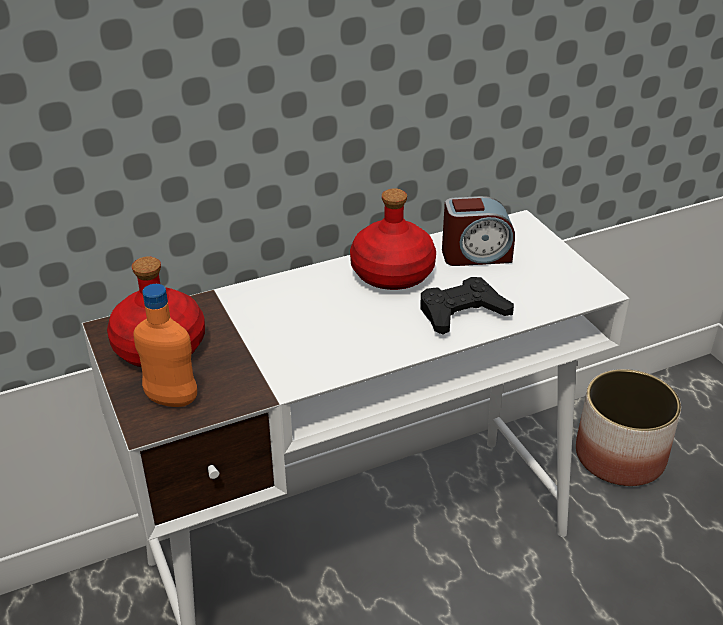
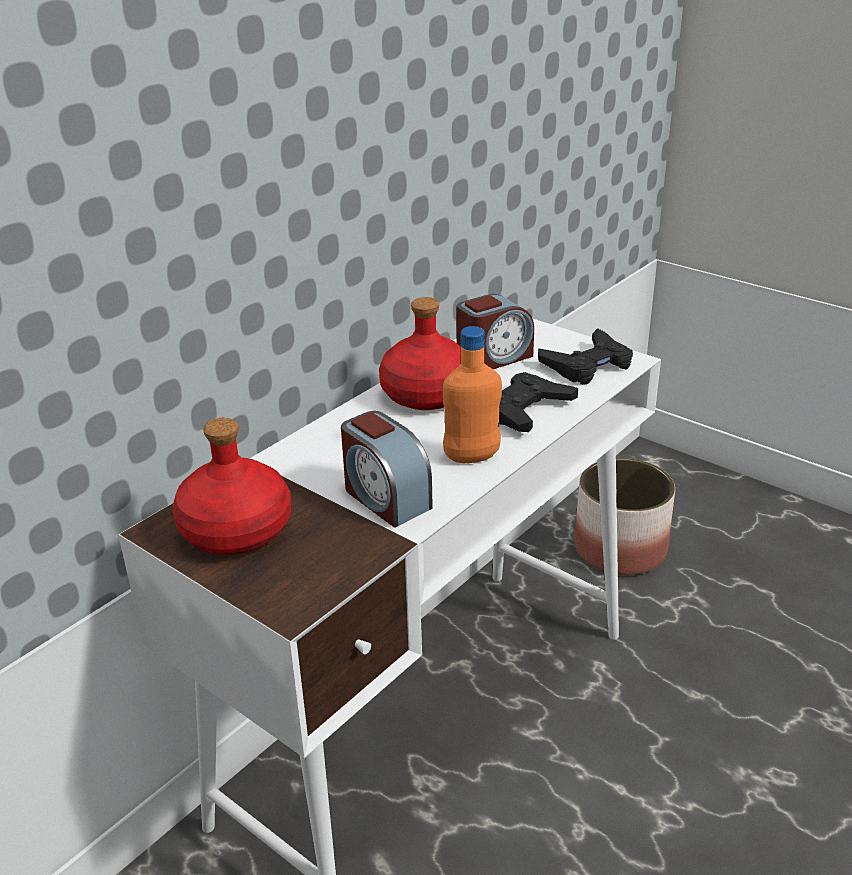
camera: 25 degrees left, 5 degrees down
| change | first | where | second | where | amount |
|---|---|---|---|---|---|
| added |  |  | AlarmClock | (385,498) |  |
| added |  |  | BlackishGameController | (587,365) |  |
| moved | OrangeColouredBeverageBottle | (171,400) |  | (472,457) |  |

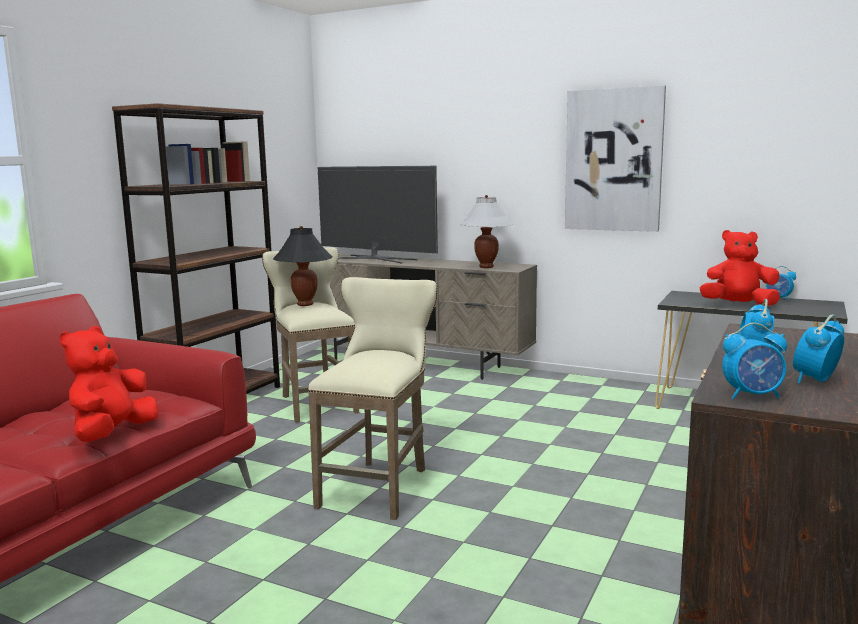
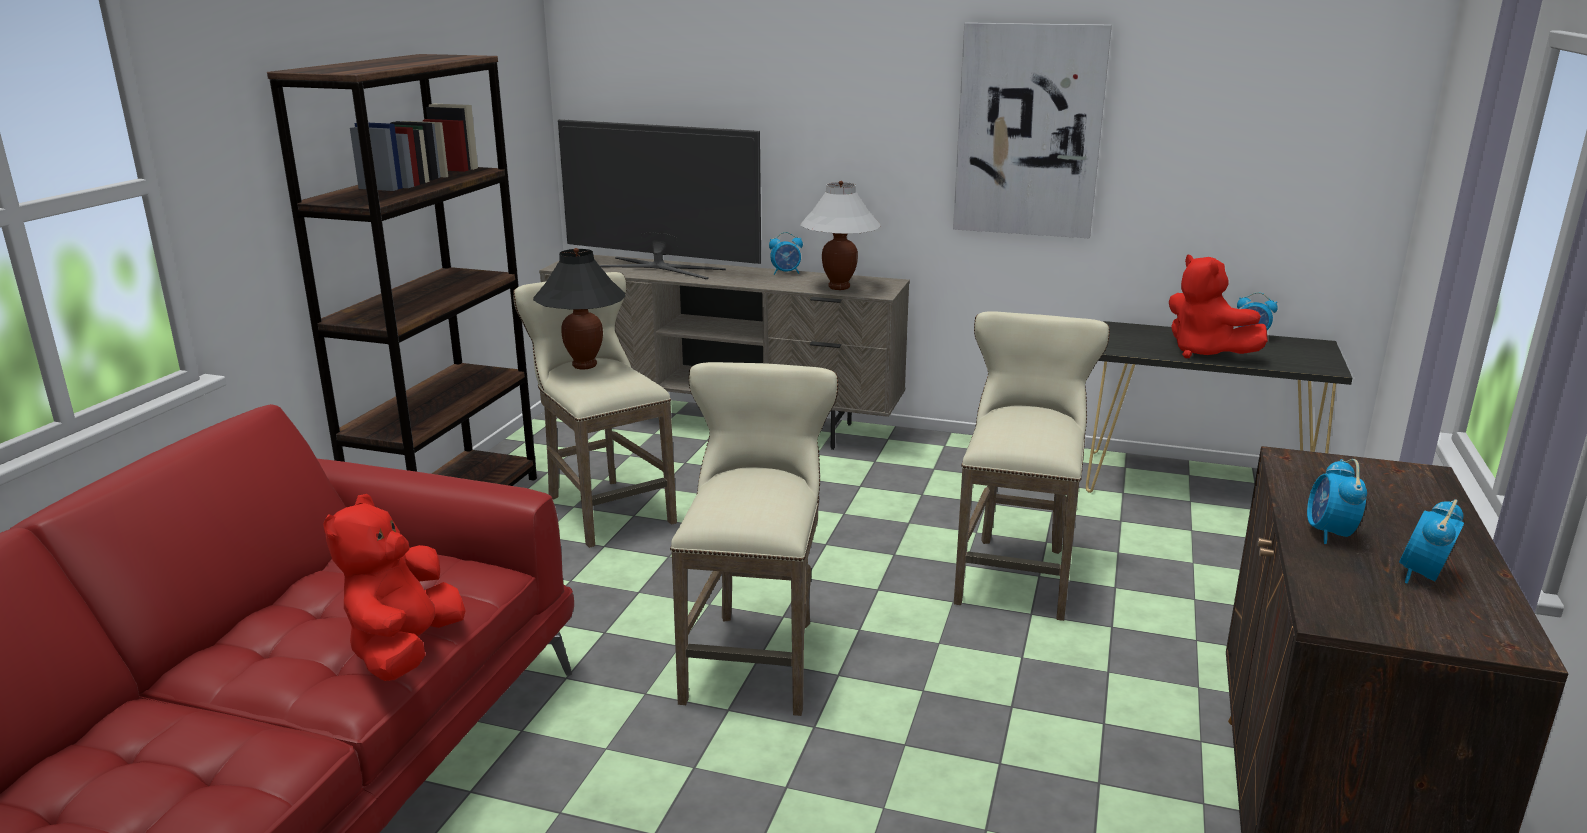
camera: 10 degrees left, 10 degrees up
| change | first | where | second | where | amount |
|---|---|---|---|---|---|
| added |  |  | SandColouredSittingStool | (1017,572) |  |
| moved | AlarmClock | (753,396) |  | (786,273) |  |
| turned | ReddishCuddlyToy | (738,305) |  | (1205,353) | 120 degrees counterclockwise |

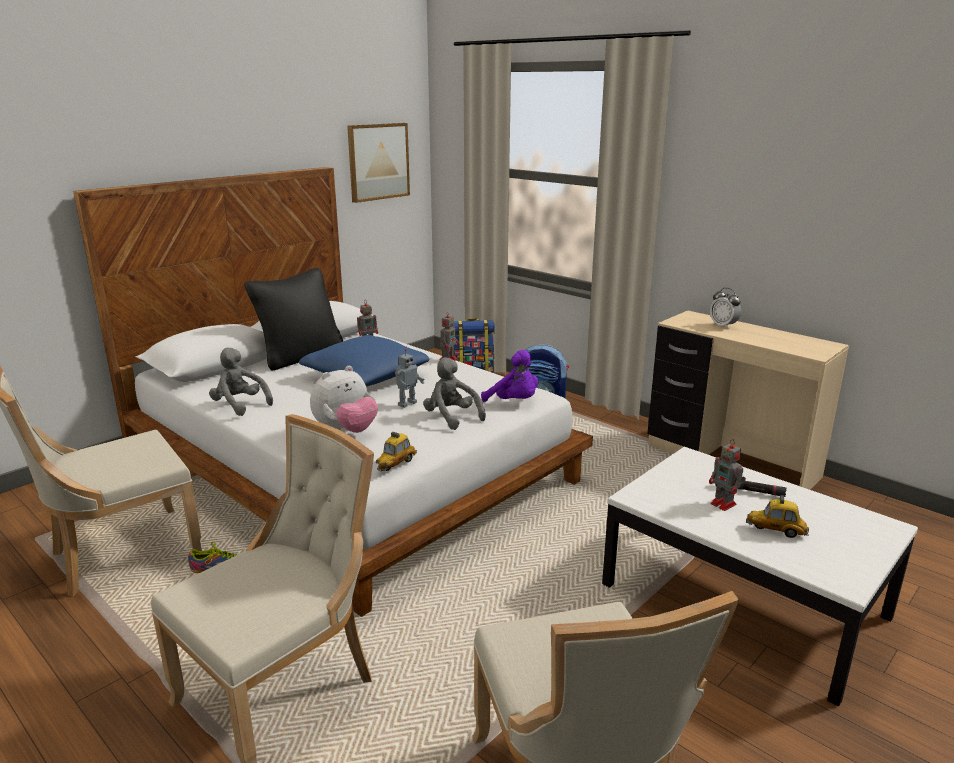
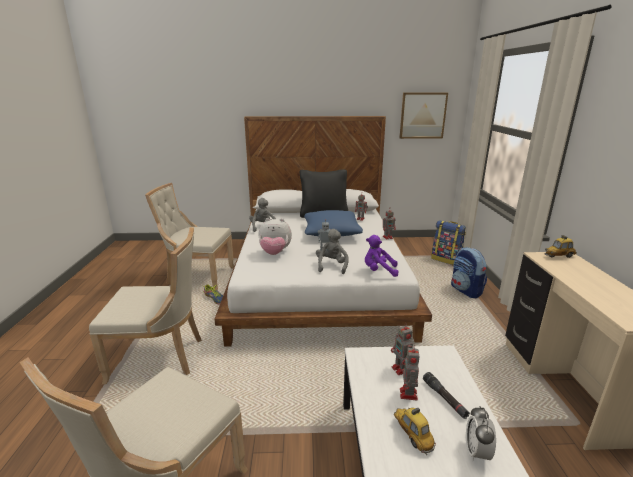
camera: 45 degrees right, 0 degrees up
| change | first | where | second | where | amount |
|---|---|---|---|---|---|
| added |  |  | ToyRobot | (401,369) |  |
| moved | ModelCar | (396,464) |  | (559,256) |  |
| moved | AlarmClock | (723,326) |  | (476,452) |  |
| turned | PurpleCuddlyToy | (514,402) |  | (378,271) | 105 degrees clockwise |

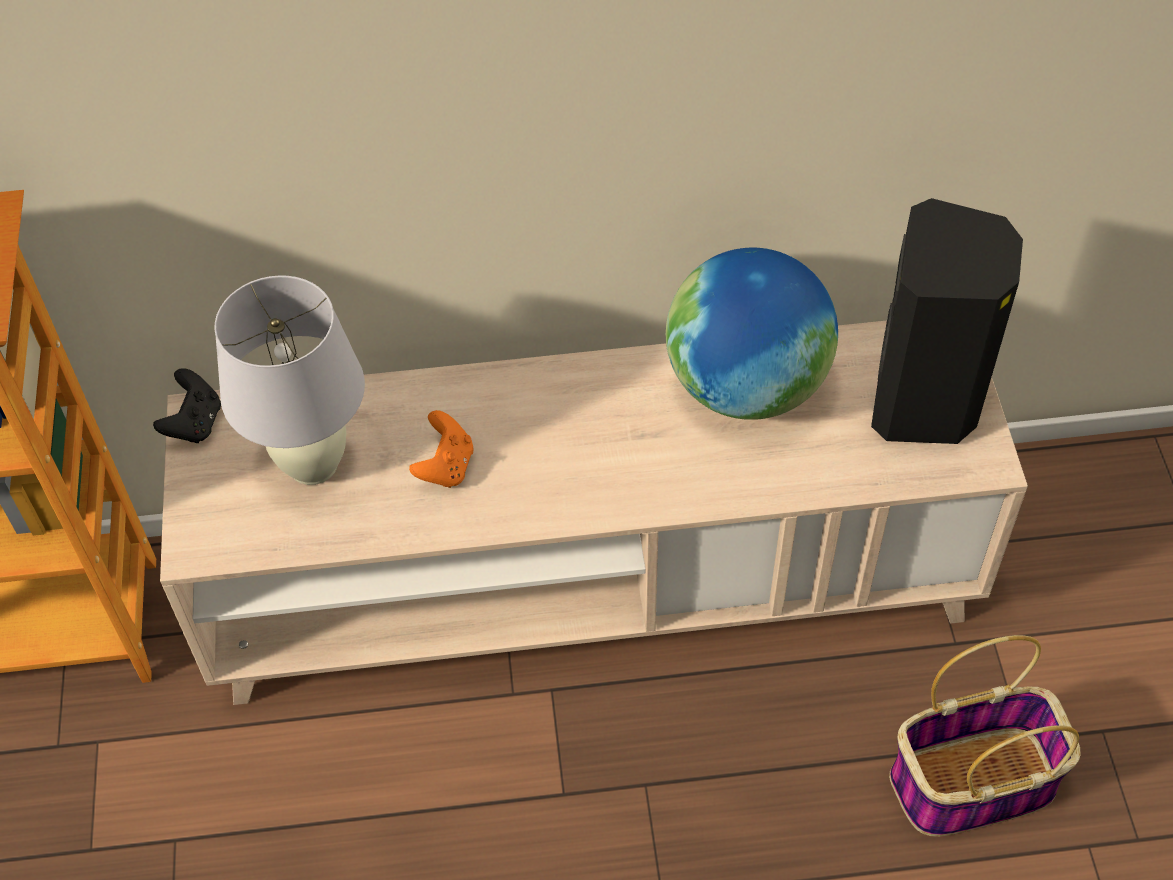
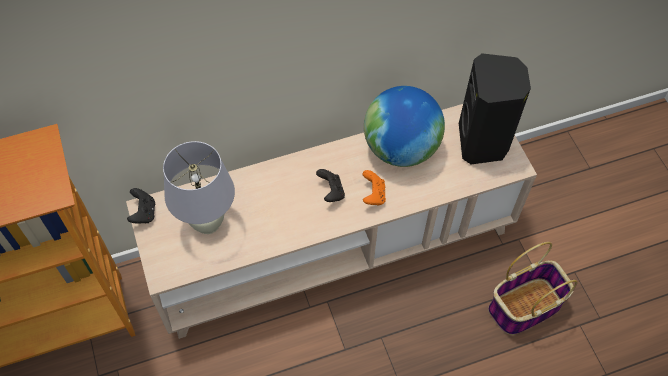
camera: 15 degrees left, 5 degrees up
| change | first | where | second | where | amount |
|---|---|---|---|---|---|
| added |  |  | BlackishGameController | (331,192) |  |
| moved | OrangeColouredGameController | (446,467) |  | (373,195) |  |

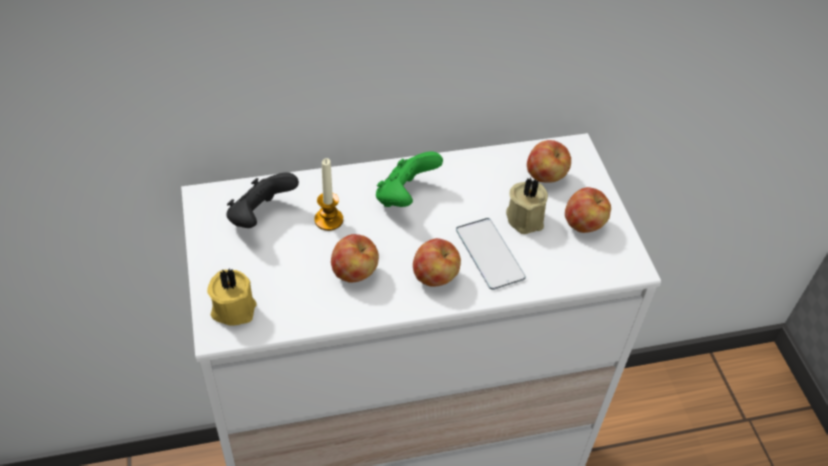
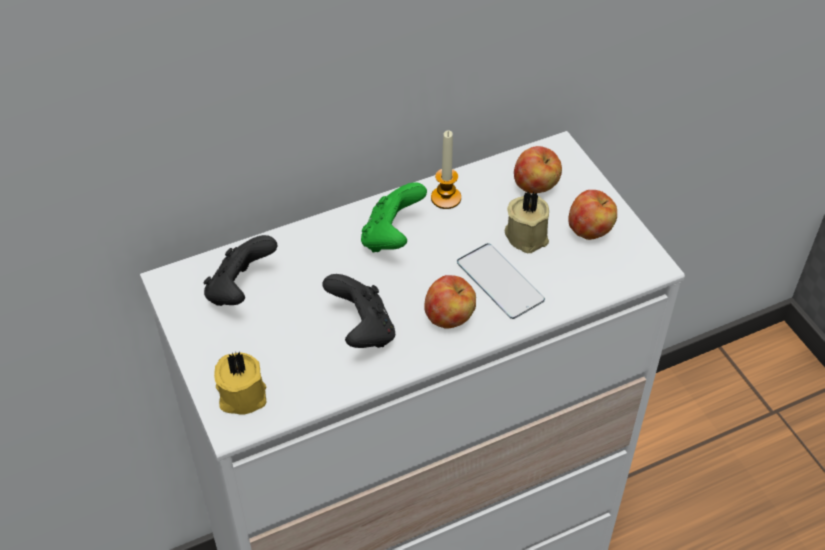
camera: 10 degrees left, 0 degrees up
| change | first | where | second | where | amount |
|---|---|---|---|---|---|
| moved | Candle | (329,220) |  | (446,198) |  |
| replaced | AppleFruit | (355,273) | BlackishGameController | (362,330) |  |

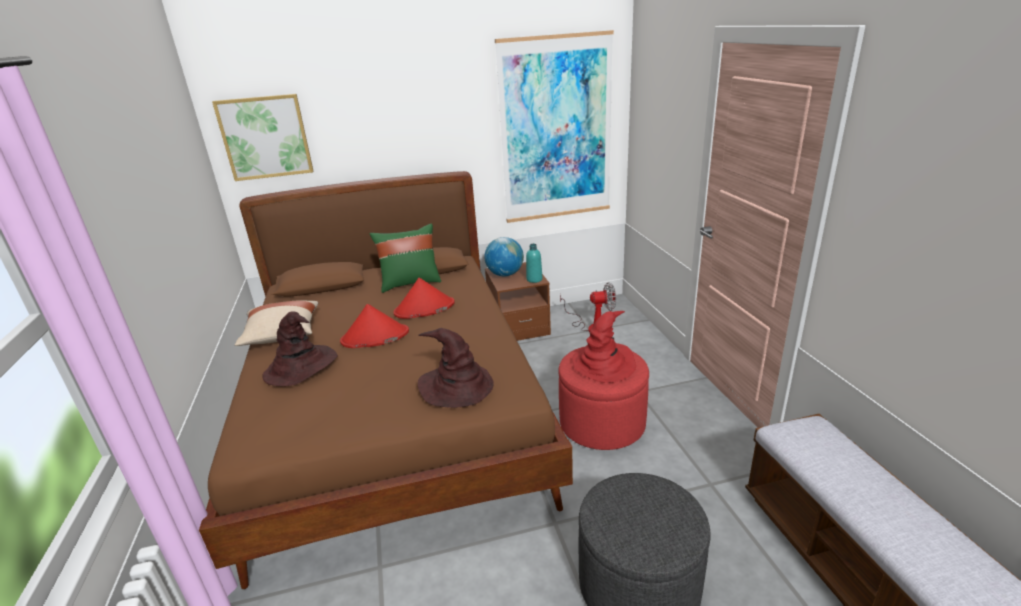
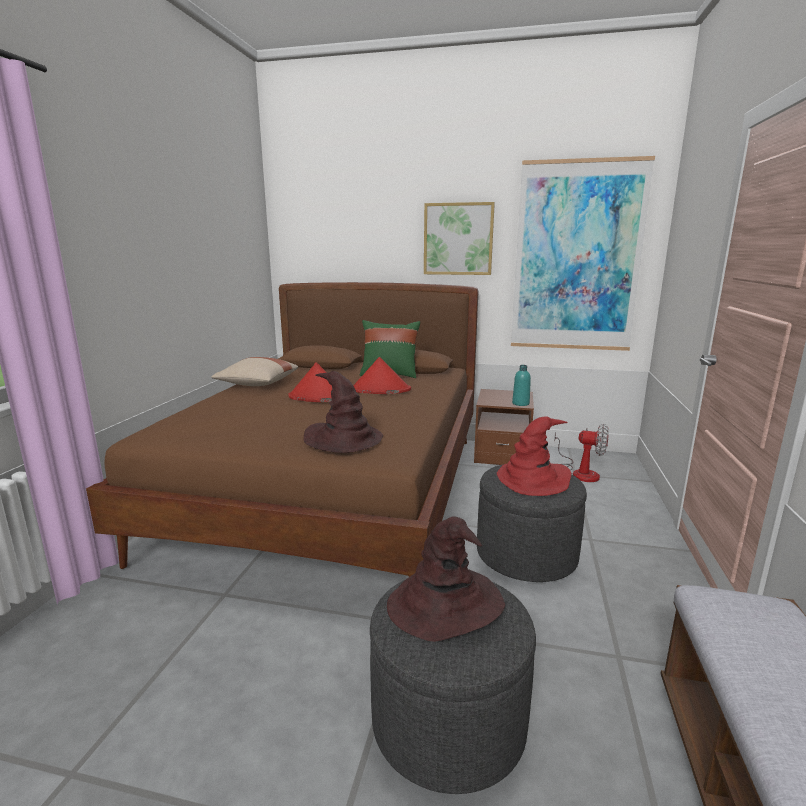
camera: 25 degrees right, 10 degrees down
| change | first | where | second | where | amount |
|---|---|---|---|---|---|
| removed | WorldGlobe | (505,274) |  |  |  |
| moved | WallPicture | (265,137) |  | (458,239) |  |
| moved | BrownColouredHat | (301,367) |  | (445,604) |  |
| recoloured | ReddishPouffe | (602,423) | GreyPouffe | (526,554) |  |

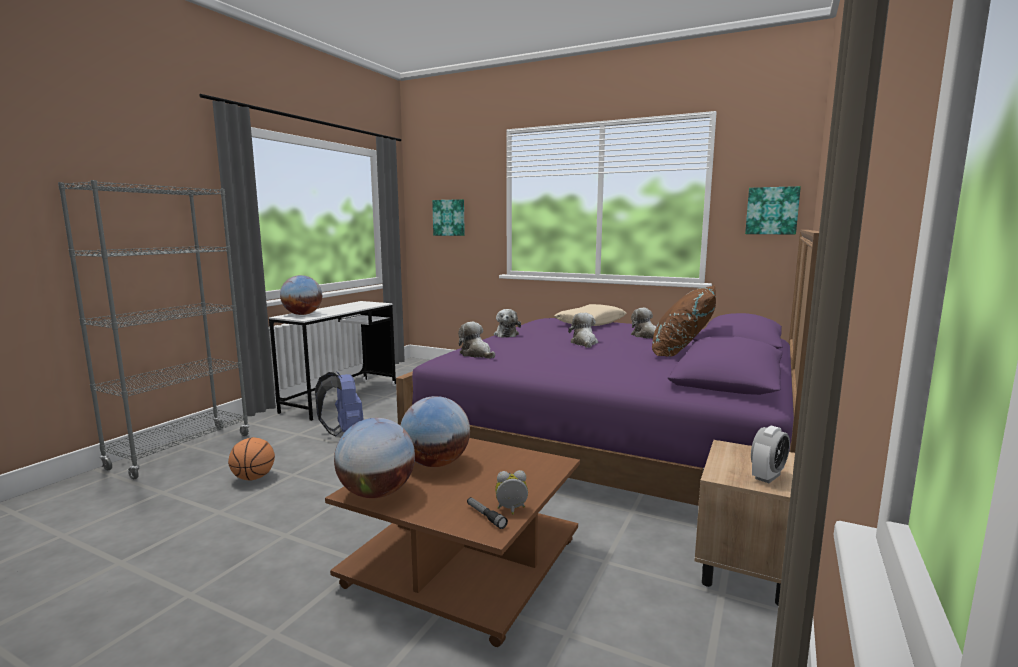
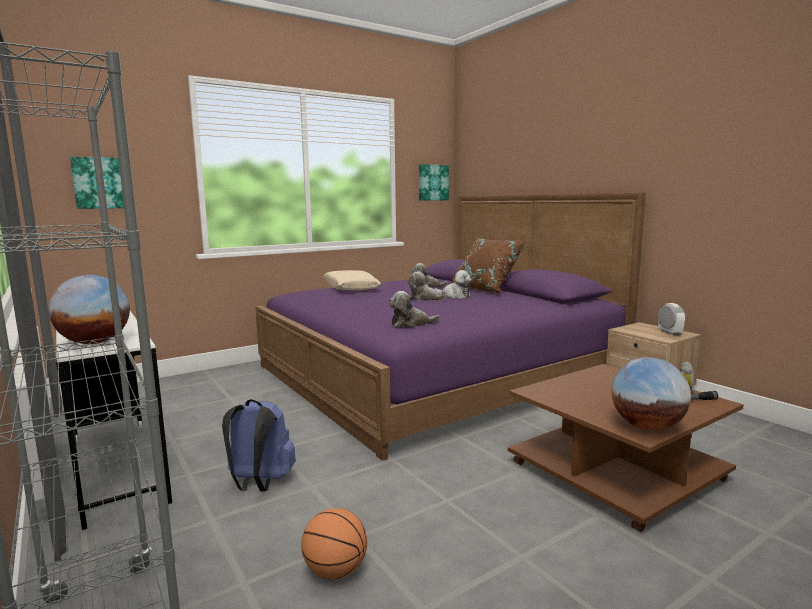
camera: 60 degrees left, 0 degrees up
| change | first | where | second | where | amount |
|---|---|---|---|---|---|
| removed | WorldGlobe | (436,463) |  |  |  |
| moved | CuddlyToy | (506,334) |  | (455,296) |  |

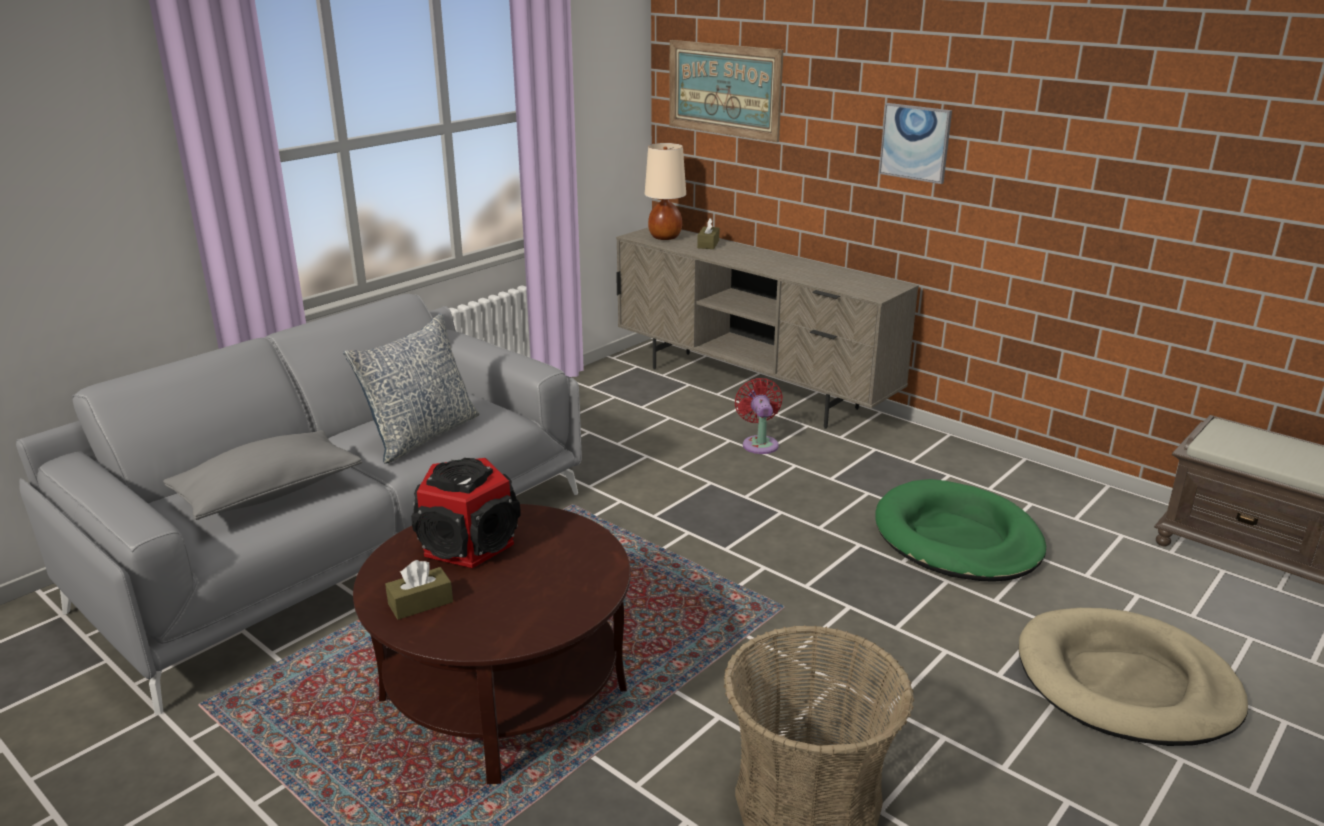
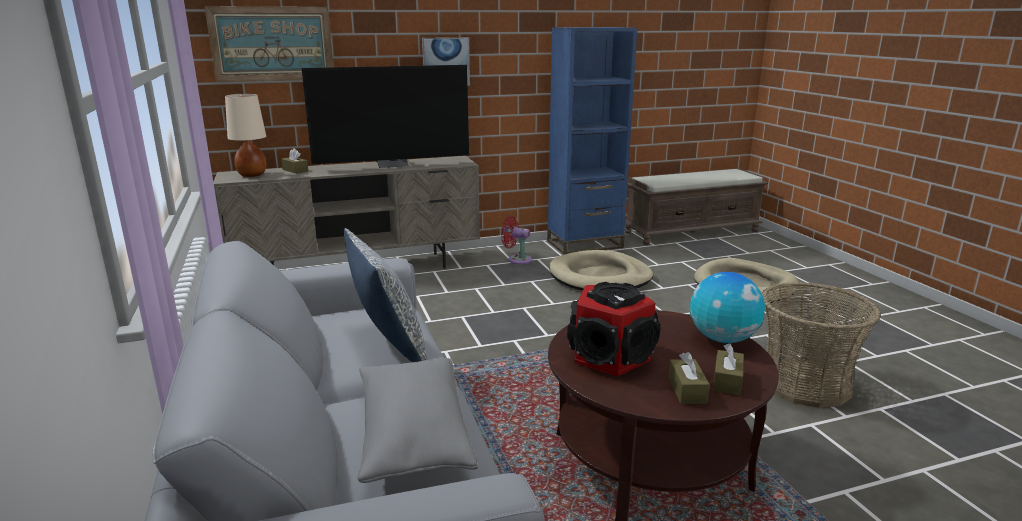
camera: 60 degrees left, 5 degrees down
| change | first | where | second | where | amount |
|---|---|---|---|---|---|
| added |  |  | TvSet | (393,164) |  |
| added |  |  | BlueColouredShelvingUnit | (585,244) |  |
| added |  |  | WorldGlobe | (723,339) |  |
| added |  |  | BrownColouredTissueBox | (727,381) |  |
| moved | ReddishCoolingFan | (759,443) |  | (517,259) |  |
| recoloured | GreenColouredDogCushion | (957,538) | SandColouredDogCushion | (600,277) |  |

